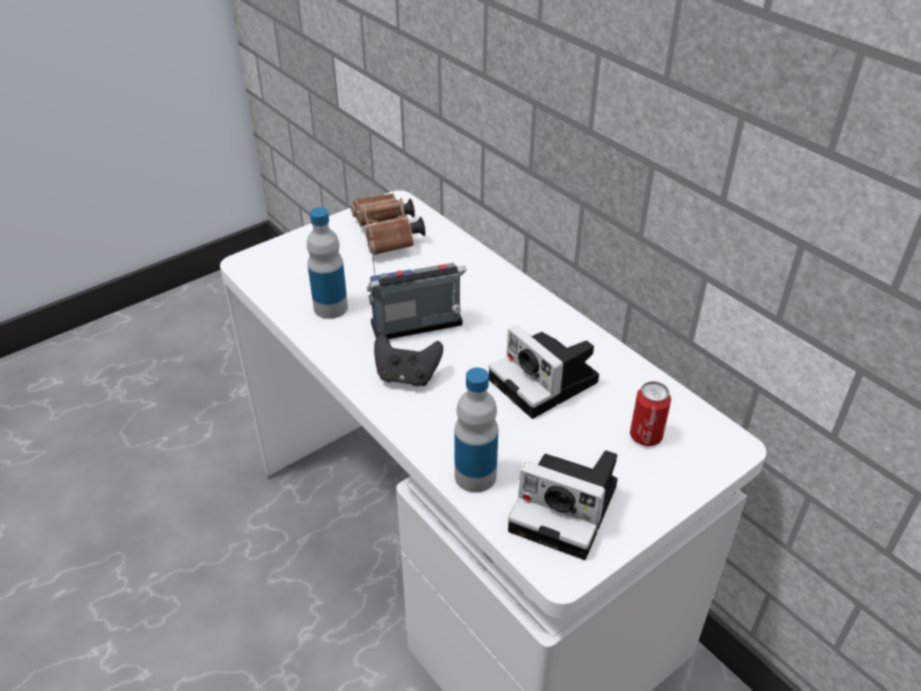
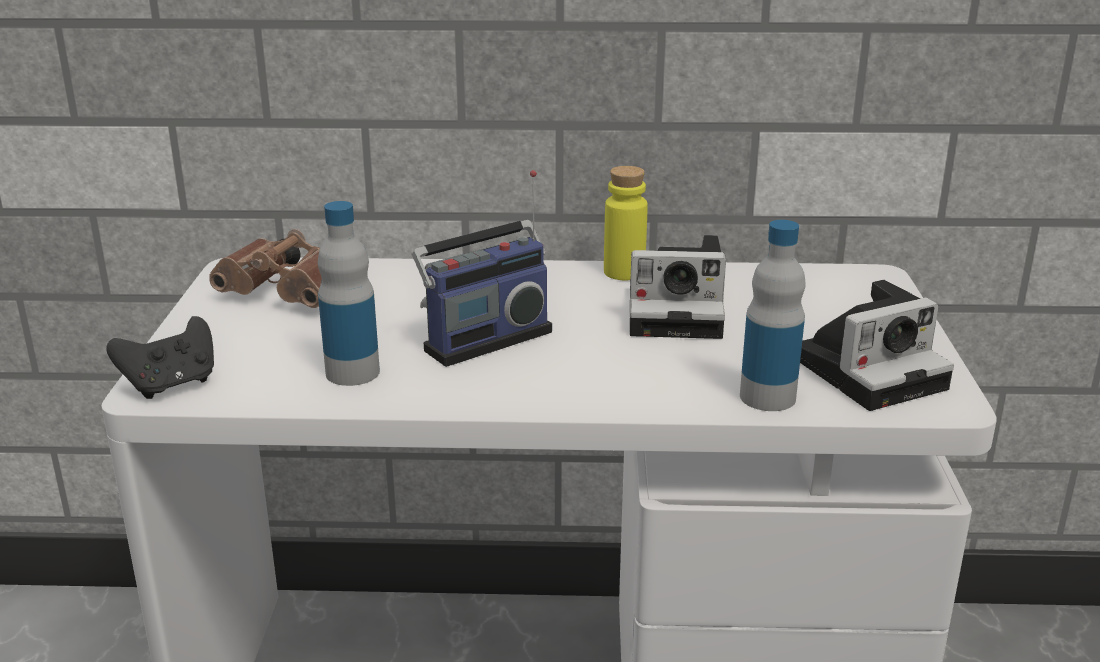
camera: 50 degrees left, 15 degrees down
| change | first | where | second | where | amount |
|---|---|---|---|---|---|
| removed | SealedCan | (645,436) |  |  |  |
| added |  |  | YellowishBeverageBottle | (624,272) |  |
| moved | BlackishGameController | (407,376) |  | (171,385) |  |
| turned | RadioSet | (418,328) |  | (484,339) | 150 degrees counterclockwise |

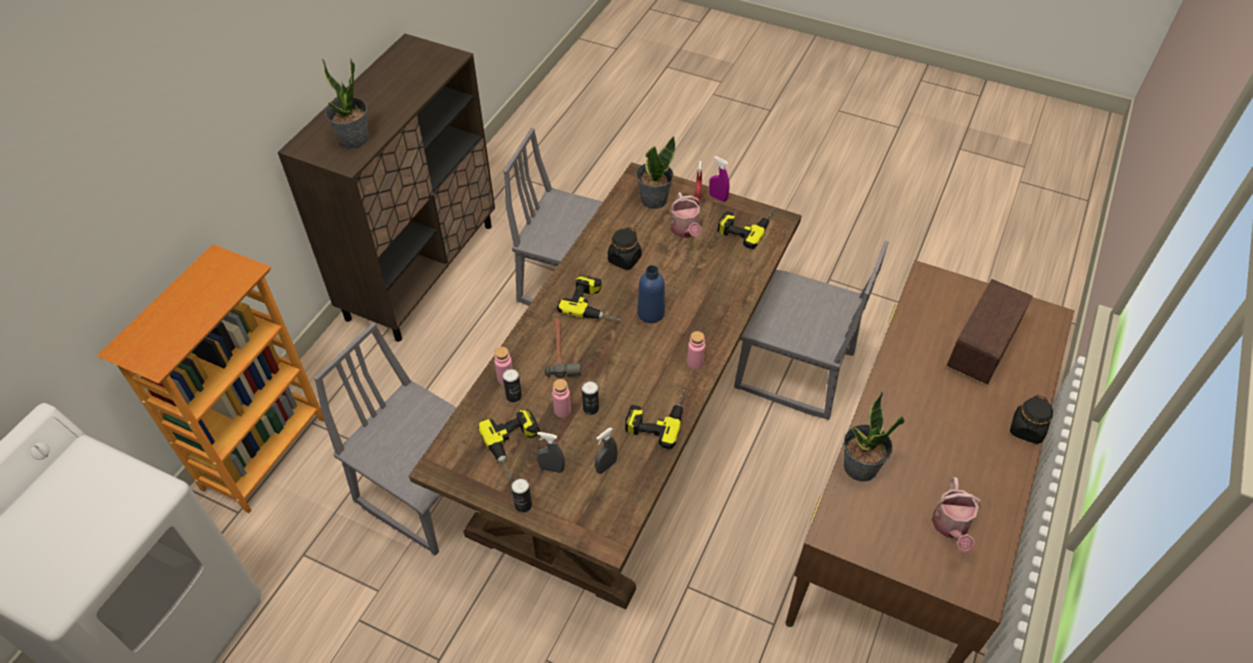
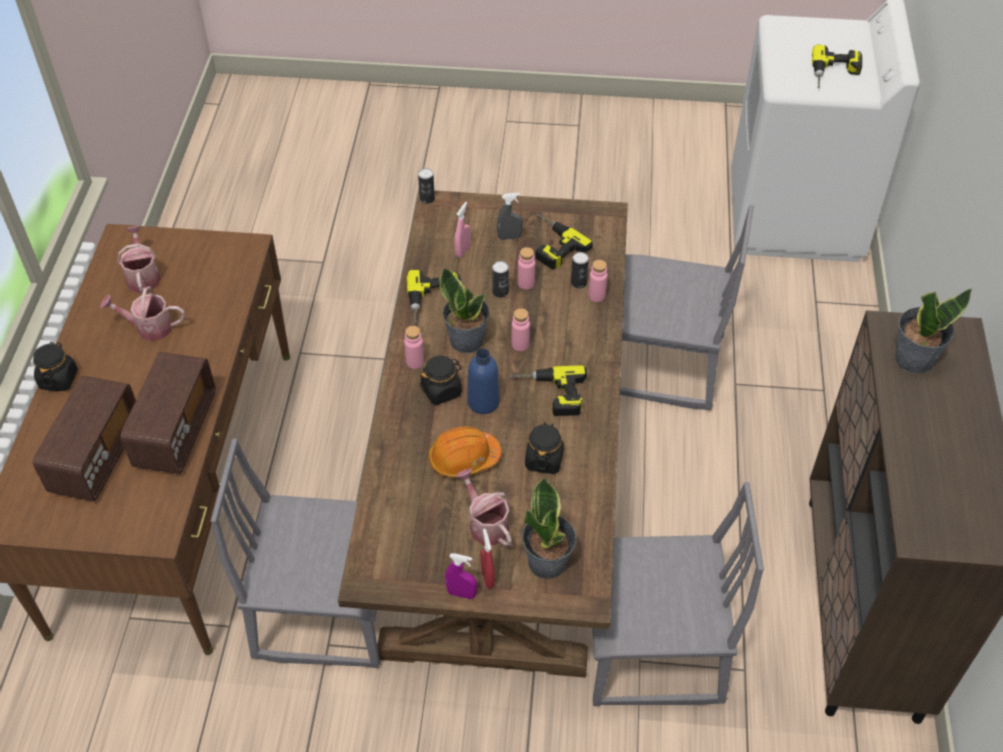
camera: 160 degrees right, 0 degrees up
| change | first | where | second | where | amount |
|---|---|---|---|---|---|
| removed | ShelvingUnit | (263,452) |  |  |  |
| removed | HandHammer | (561,350) |  |  |  |
| added |  |  | WateringCan | (149,327) |  |
| added |  |  | RadioSet | (176,431) |  |
| added |  |  | BlackishStorageJar | (441,390) |  |
| added |  |  | OrangeColouredWorkHelmet | (463,459) |  |
| added |  |  | PinkBeverageBottle | (520,344) |  |
| moved | SealedCan | (523,505) |  | (427,199) |  |
| moved | Drill | (746,225) |  | (835,74) |  |
| moved | PlantInAPot | (860,467) |  | (466,340) |  |
| recoloured | GreyHandSprayer | (606,466) | PinkHandSprayer | (463,251) |  |

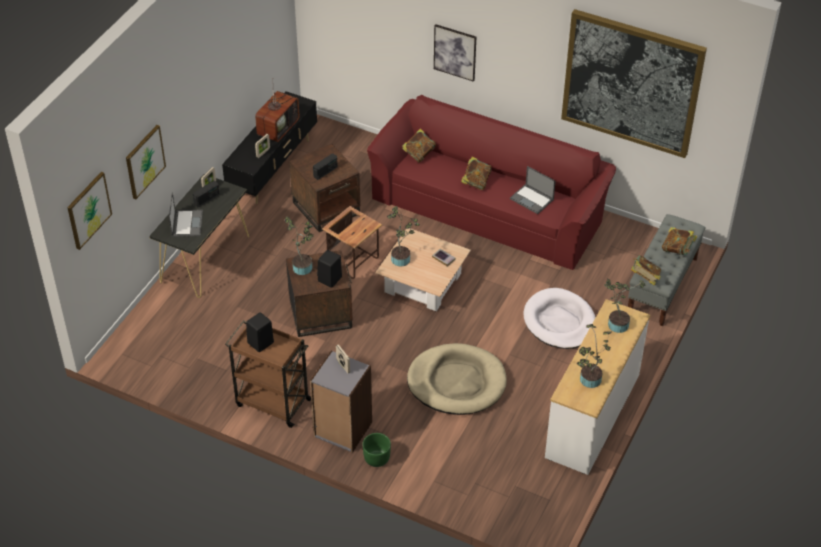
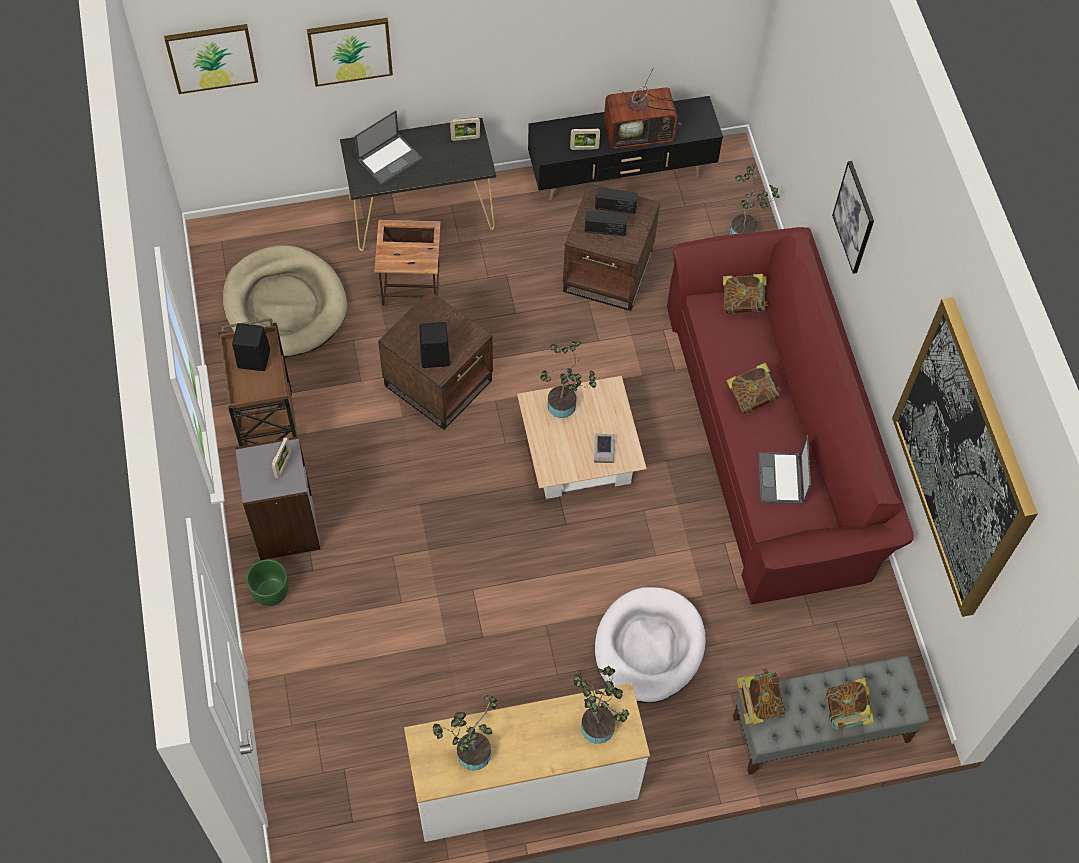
camera: 50 degrees right, 15 degrees up
| change | first | where | second | where | amount |
|---|---|---|---|---|---|
| moved | RadioSet | (206,199) |  | (615,207) |  |
| moved | PlantInAPot | (303,266) |  | (746,231) |  |
| moved | EndTable | (353,261) |  | (412,287) |  |
| moved | SandColouredDogCushion | (456,382) |  | (284,305) |  |

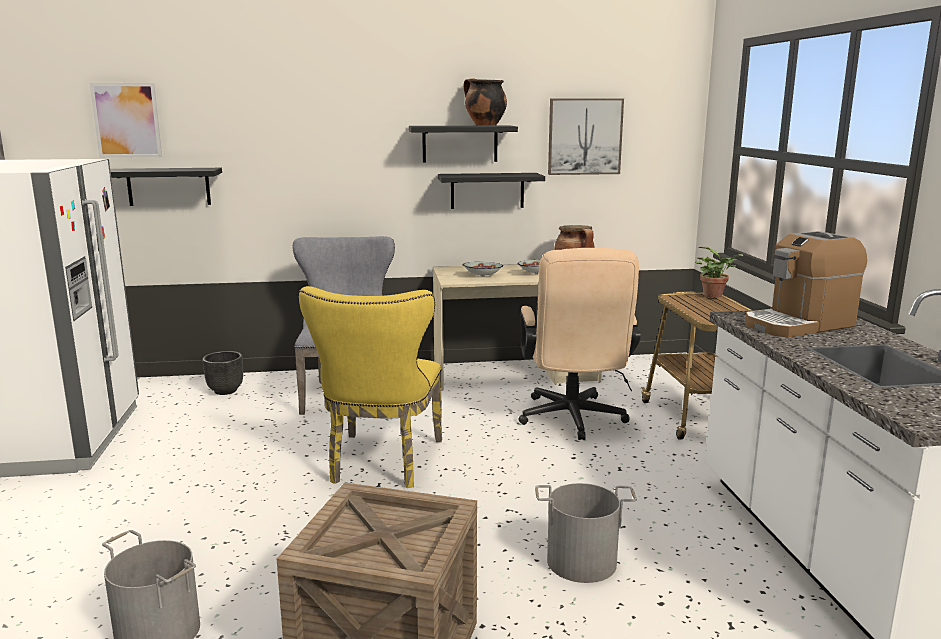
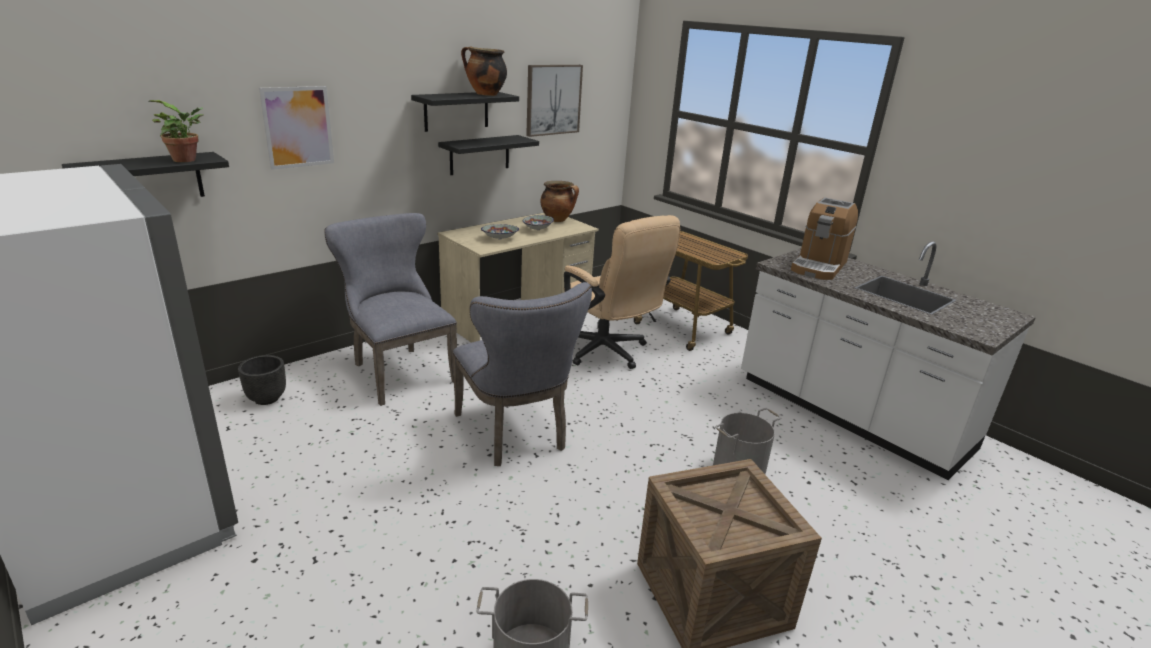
camera: 35 degrees left, 10 degrees up
| change | first | where | second | where | amount |
|---|---|---|---|---|---|
| moved | WallPicture | (126,120) |  | (298,127) |  |
| moved | PlantInAPot | (715,295) |  | (188,160) |  |
| recoloured | YellowishUprightChair | (382,464) | GreyUprightChair | (516,434) |  |

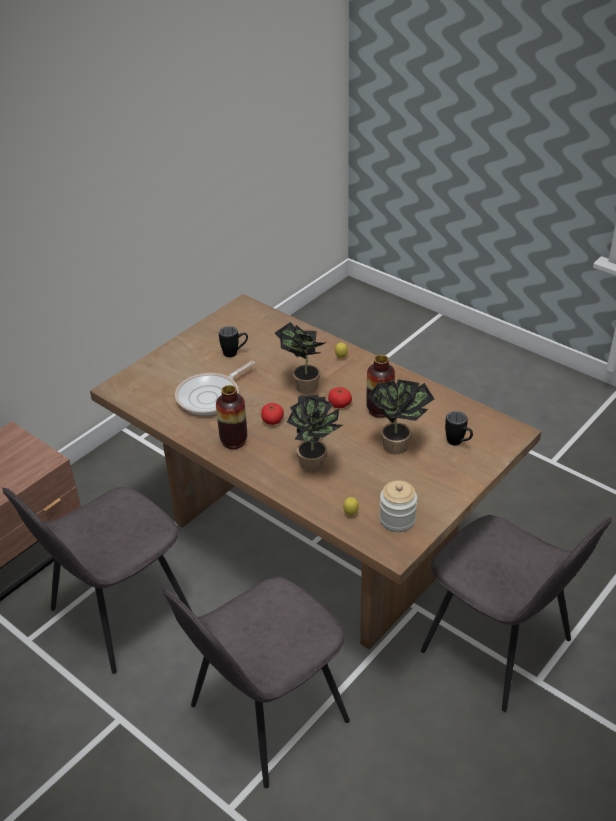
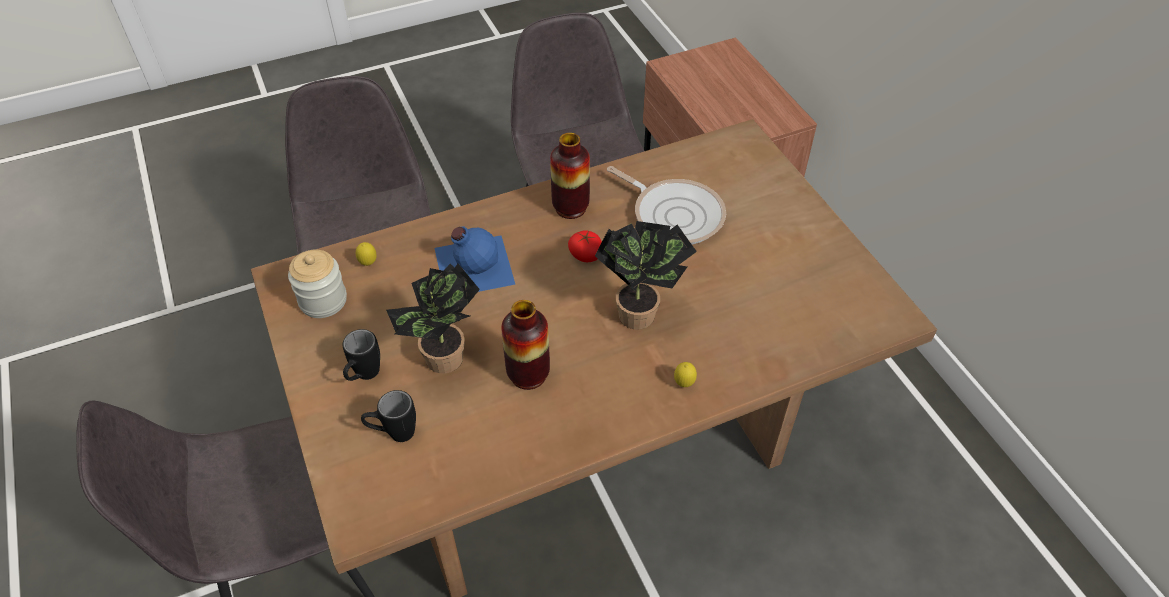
camera: 115 degrees right, 10 degrees up
| change | first | where | second | where | amount |
|---|---|---|---|---|---|
| removed | Tomato | (339,404) |  |  |  |
| moved | BlackishMug | (234,353) |  | (364,377) |  |
| replaced | PlantInAPot | (316,465) | BlueColouredBeverageBottle | (472,265) |  |
| turned | Skillet | (211,396) |  | (674,214) | 150 degrees clockwise |

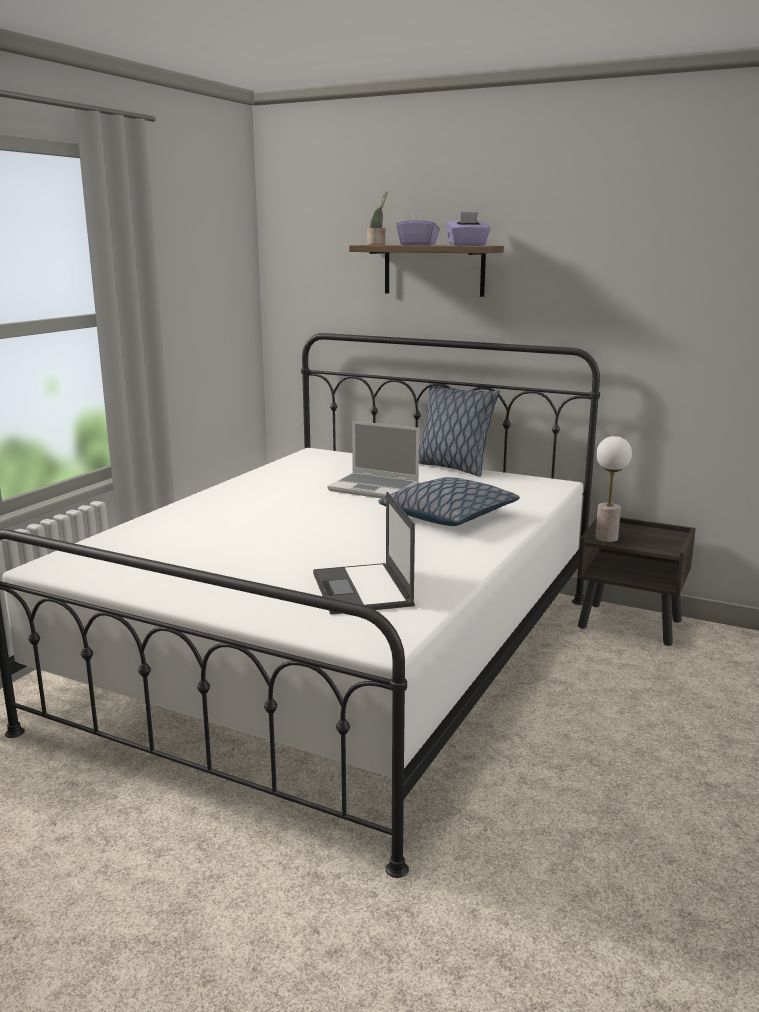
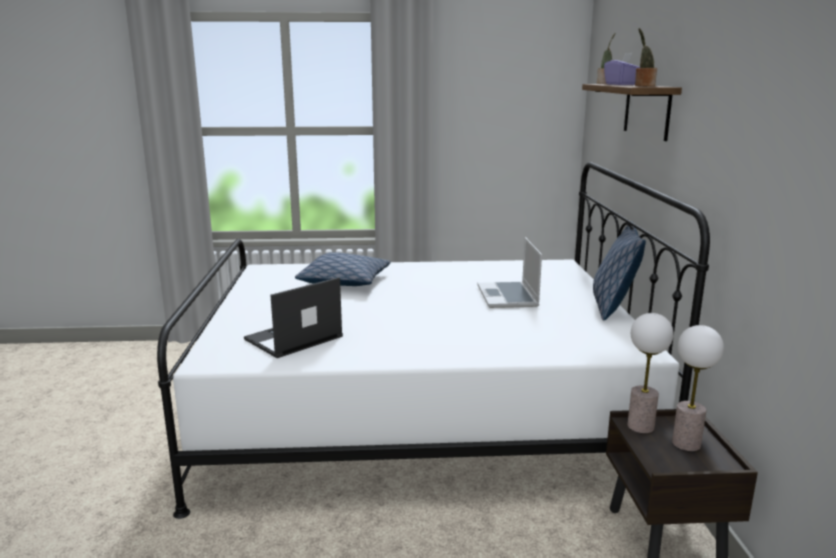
camera: 60 degrees right, 0 degrees up
| change | first | where | second | where | amount |
|---|---|---|---|---|---|
| added |  |  | LampForATable | (686,444) |  |
| moved | Cushion | (448,515) |  | (345,281) |  |
| replaced | PurpleTissueBox | (467,245) | PlantInAPot | (643,86) |  |

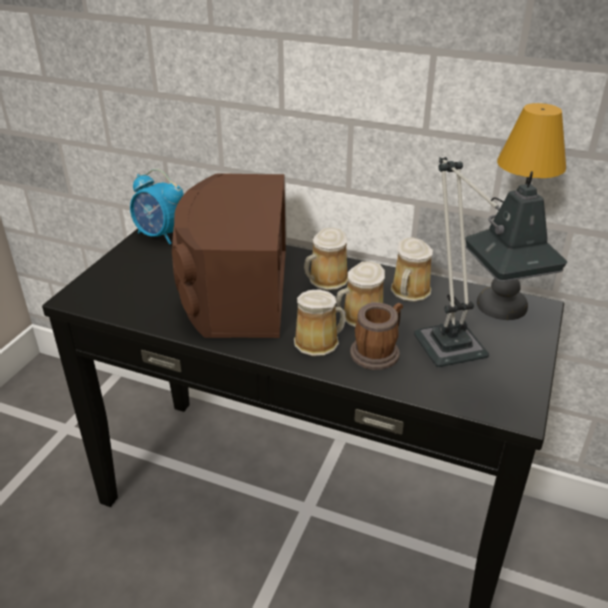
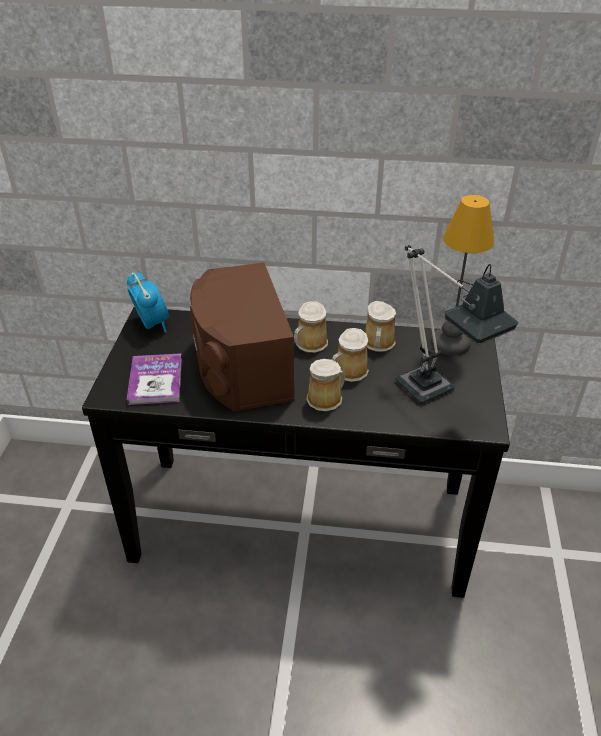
camera: 15 degrees left, 5 degrees up
| change | first | where | second | where | amount |
|---|---|---|---|---|---|
| removed | Mug | (378,351) |  |  |  |
| added |  |  | Book | (155,380) |  |
| turned | AlarmClock | (160,235) |  | (152,324) | 135 degrees counterclockwise |

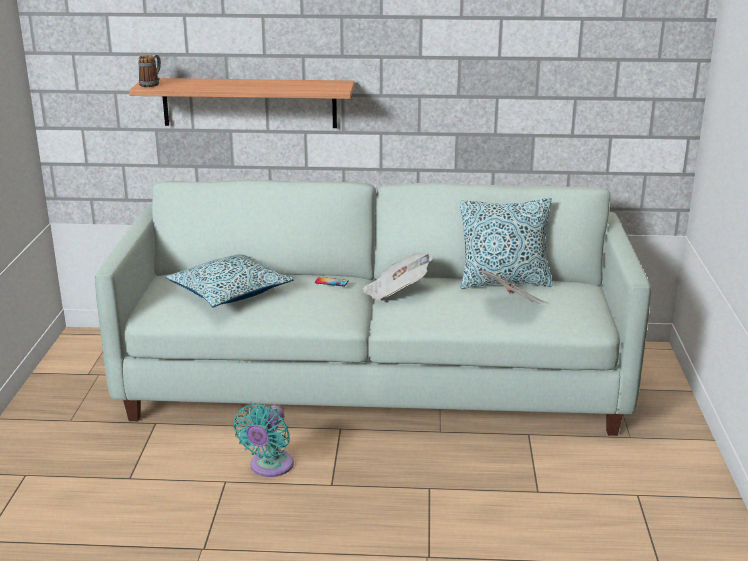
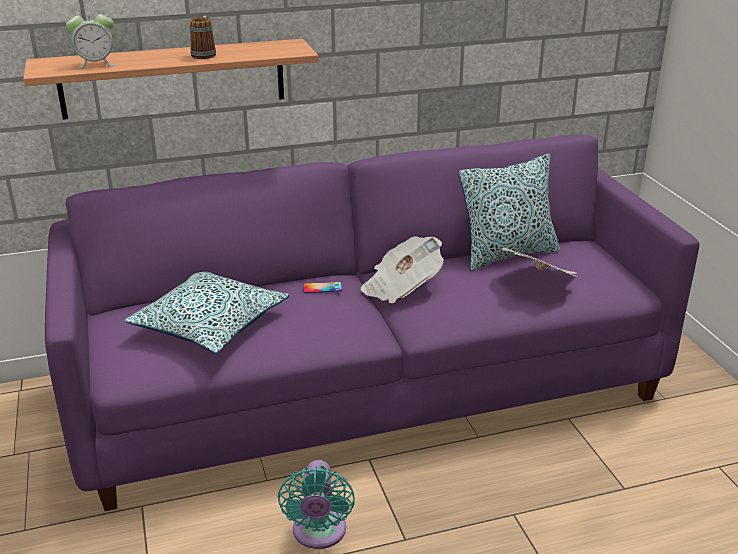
camera: 20 degrees left, 5 degrees up
| change | first | where | second | where | amount |
|---|---|---|---|---|---|
| added |  |  | AlarmClock | (96,64) |  |
| moved | Mug | (152,84) |  | (205,54) |  |
| recoloured | WhiteSettee | (374,381) | PurpleSettee | (369,387) |  |

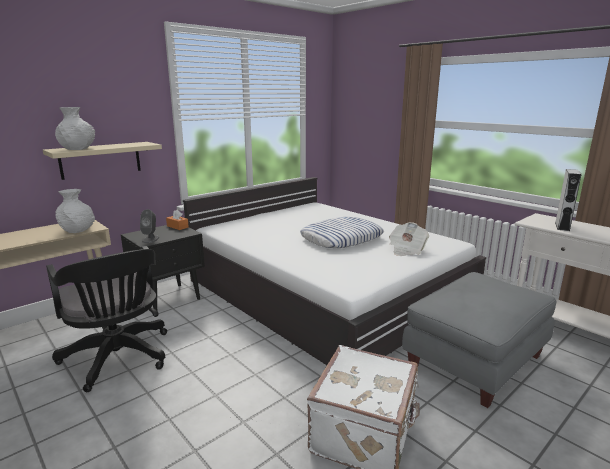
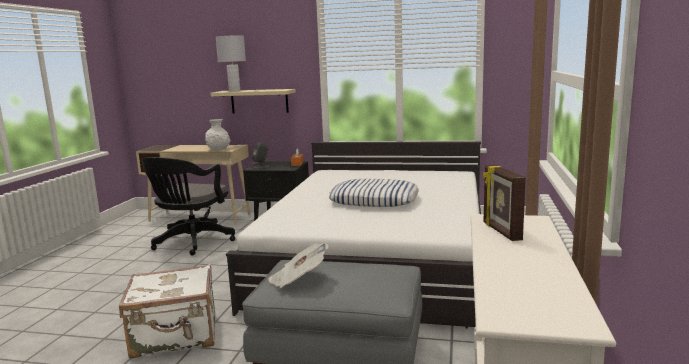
camera: 55 degrees right, 5 degrees down
| change | first | where | second | where | amount |
|---|---|---|---|---|---|
| moved | DailyPaper | (406,250) |  | (298,280) |  |
| replaced | WhiteVase | (78,149) | GreyLampForATable | (234,91) |  |
| replaced | GreyAudioSpeaker | (562,226) | PhotoFrame | (501,231) |  |

